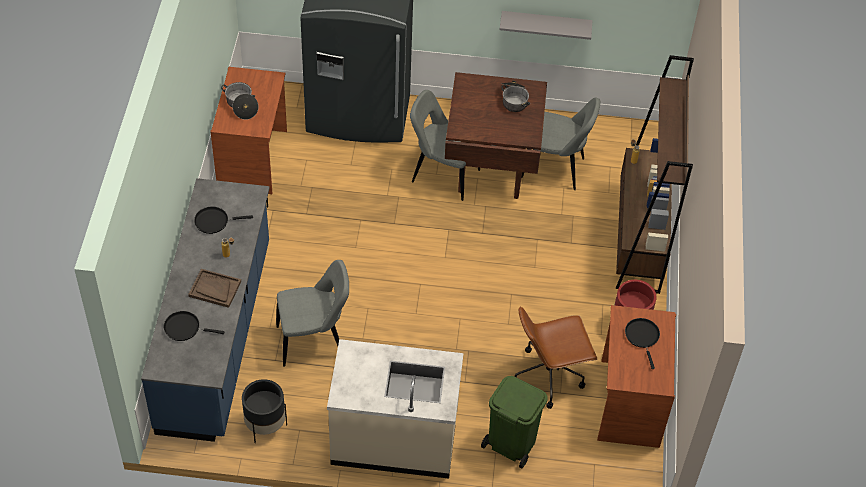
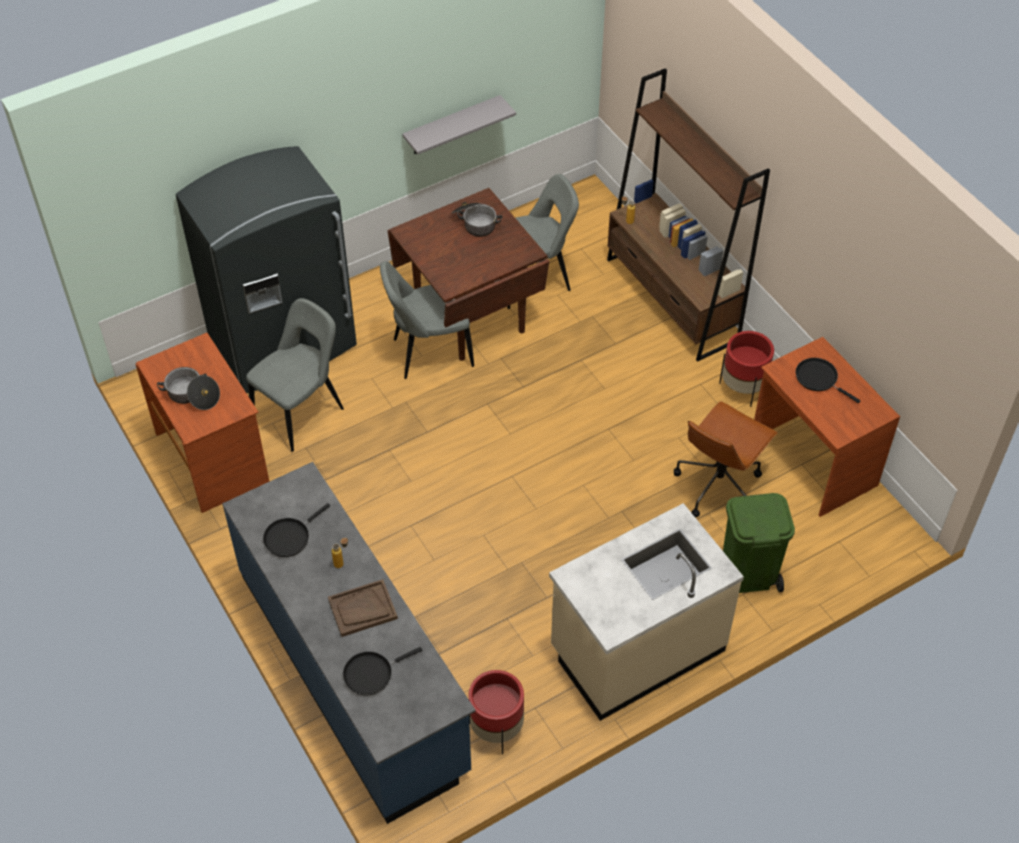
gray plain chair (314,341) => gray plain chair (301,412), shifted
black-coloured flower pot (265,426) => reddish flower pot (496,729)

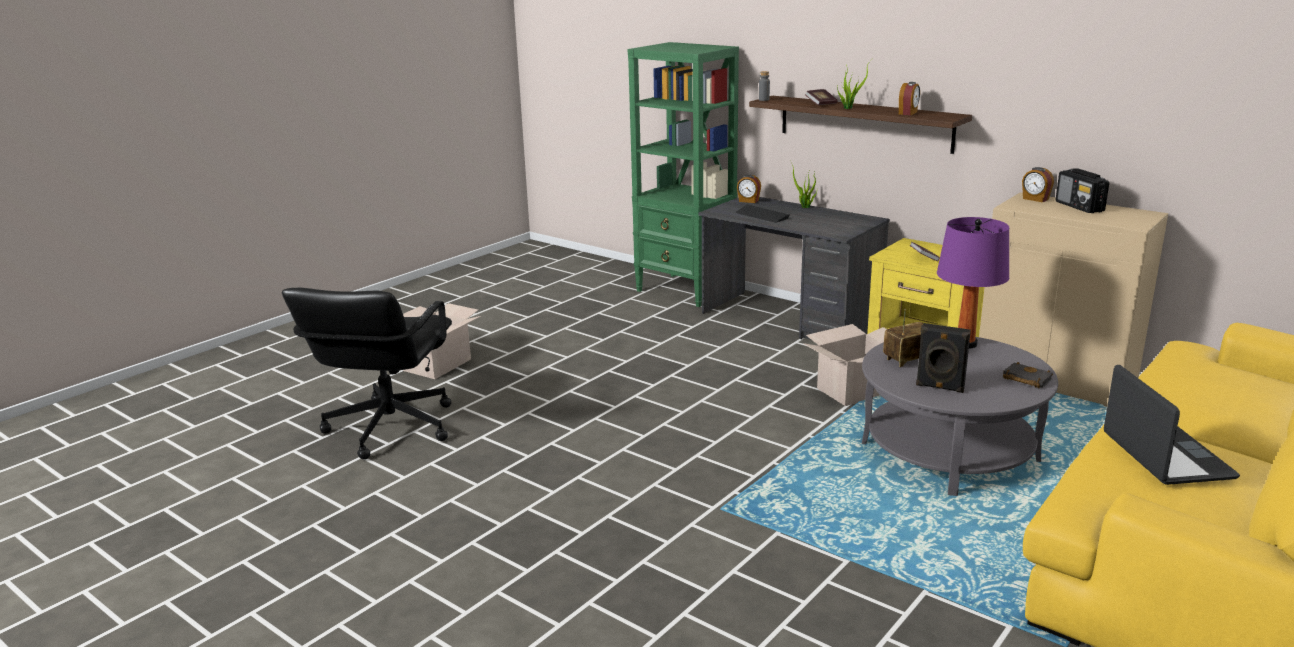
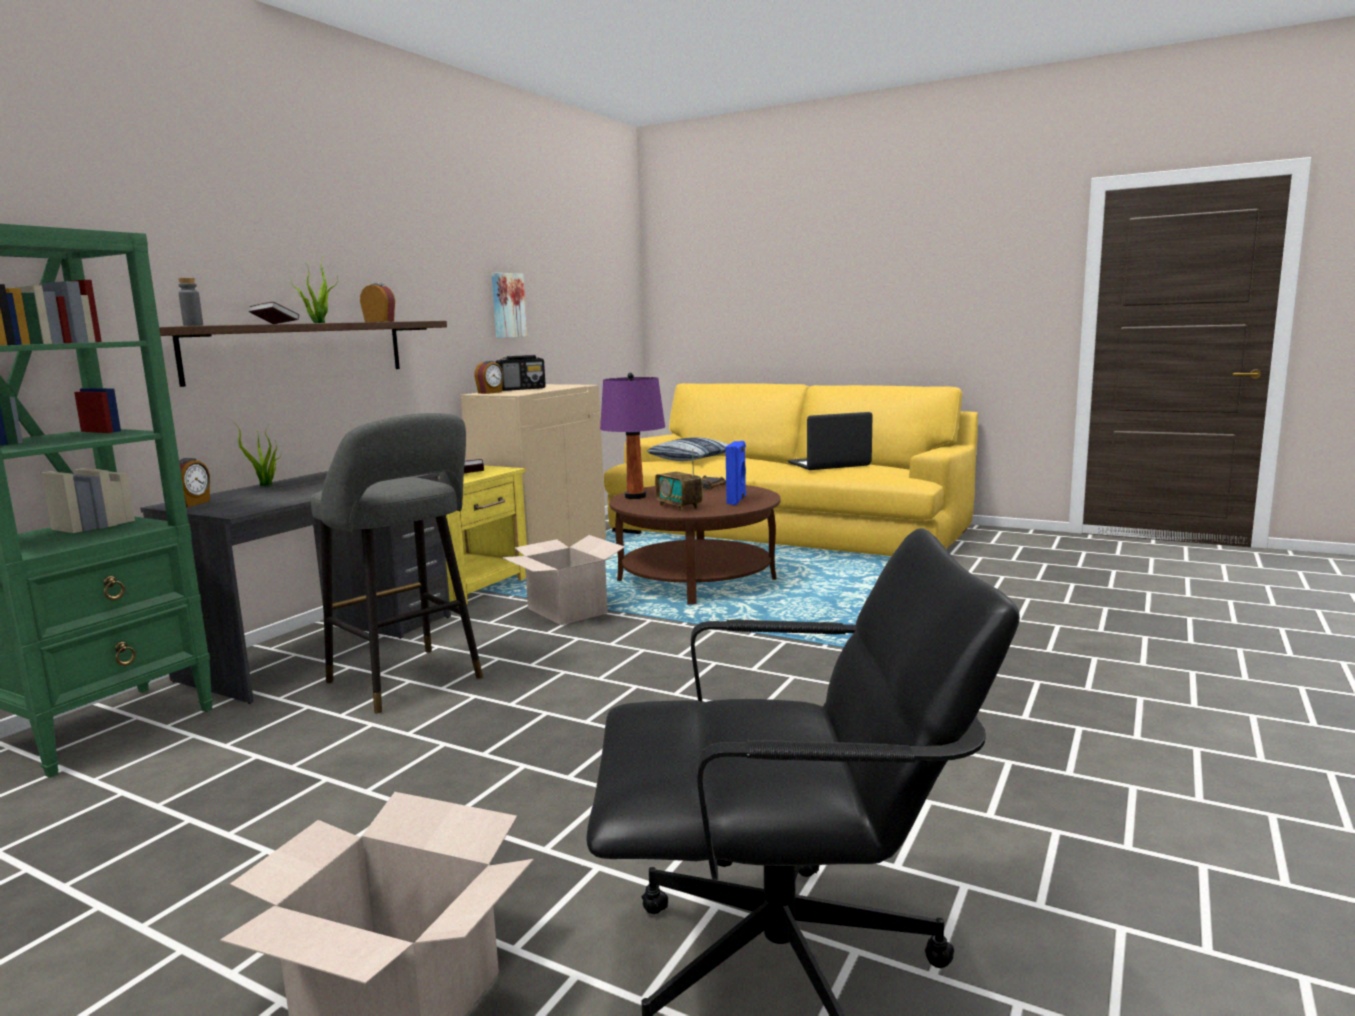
nothing => gray stool (409,682)
nothing => picture (507,305)
gray low table (949,452) => brown low table (697,580)
nothing => pillow (693,459)
black-coloured speaker (939,387) => bluish speaker (737,500)
PC keyboard (762,215) => nothing

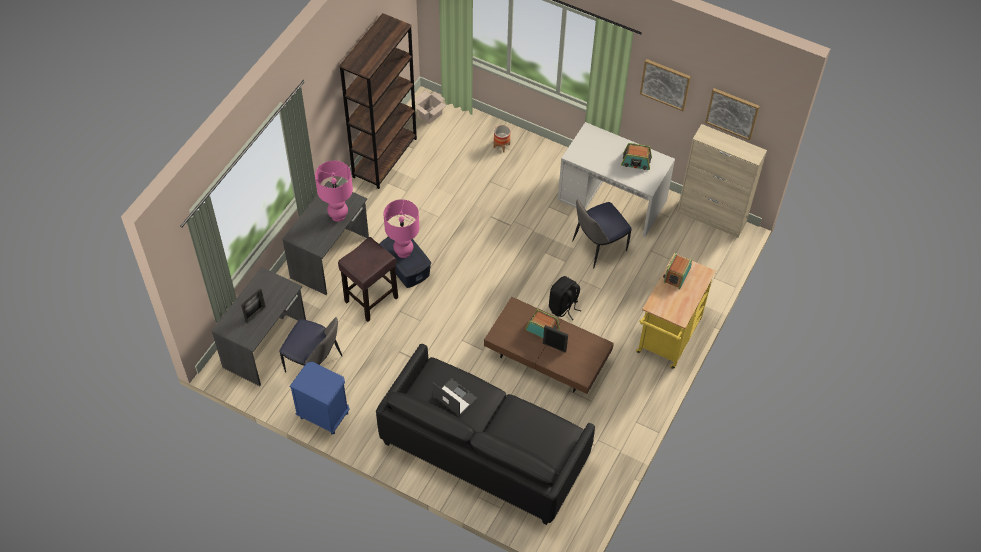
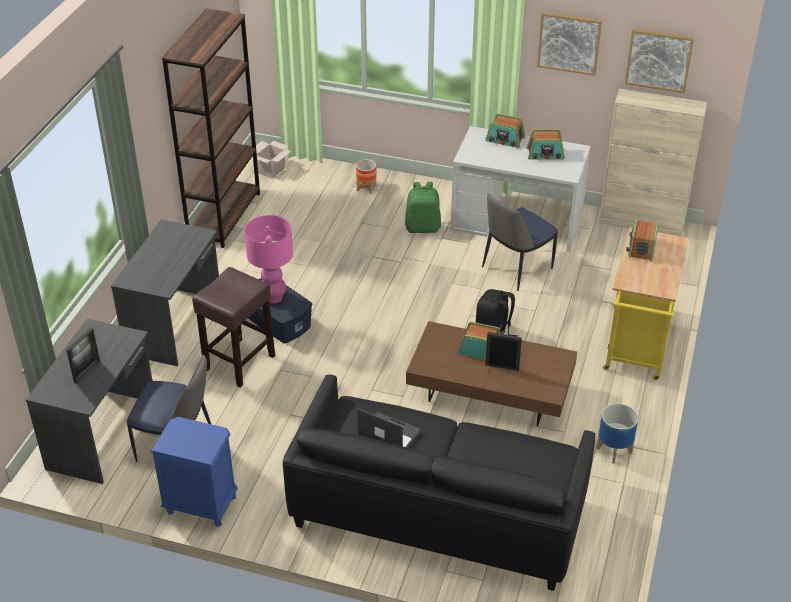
nothing => green backpack (423,227)
nothing => radio set (505,140)
nothing => flower pot (614,450)
pink-coloured lamp for a table (338,215) => nothing

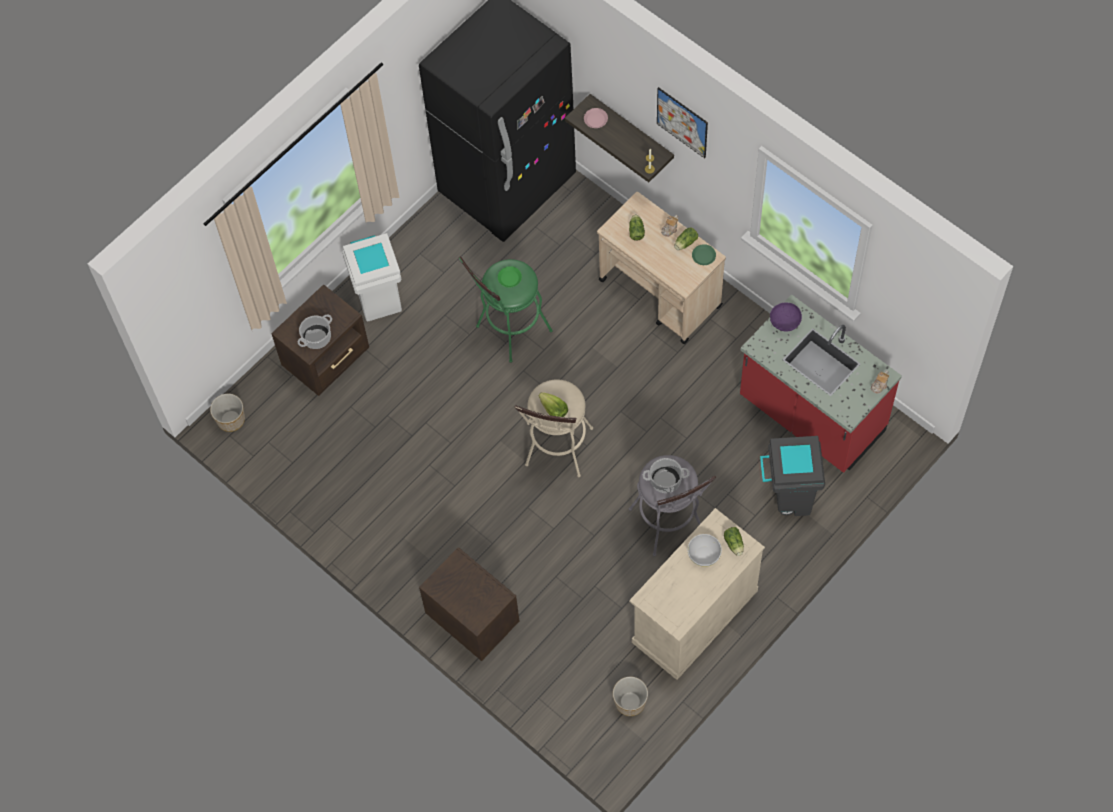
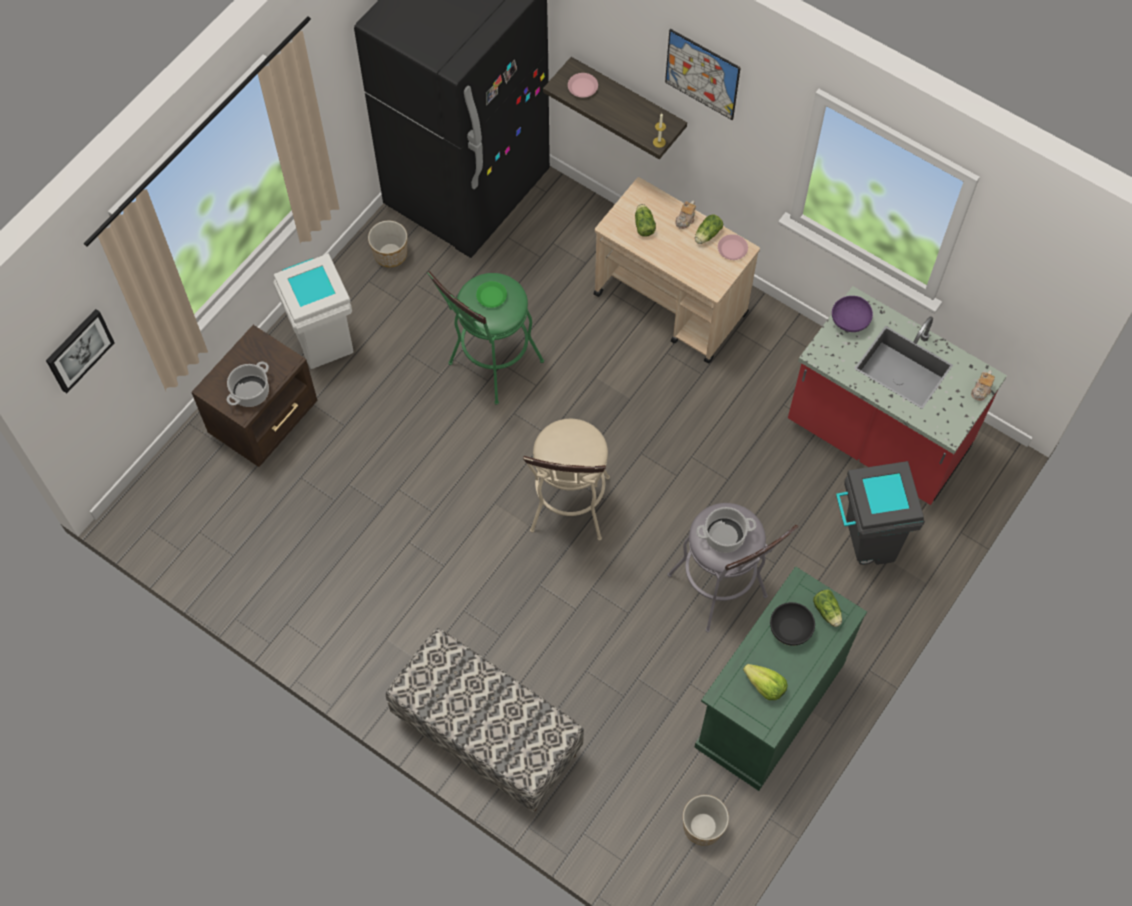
nothing => picture (78,350)
flower pot (231,419) => flower pot (390,253), shifted
brown bedside table (472,618) => long seat (486,735)
beige cupboard (694,616) => green cupboard (769,705)
green plate (704,256) => pink-coloured plate (732,249)
head of lettuce (553,410) => head of lettuce (765,686), shifted
white-coloured serving bowl (704,554) => black-coloured serving bowl (790,629)

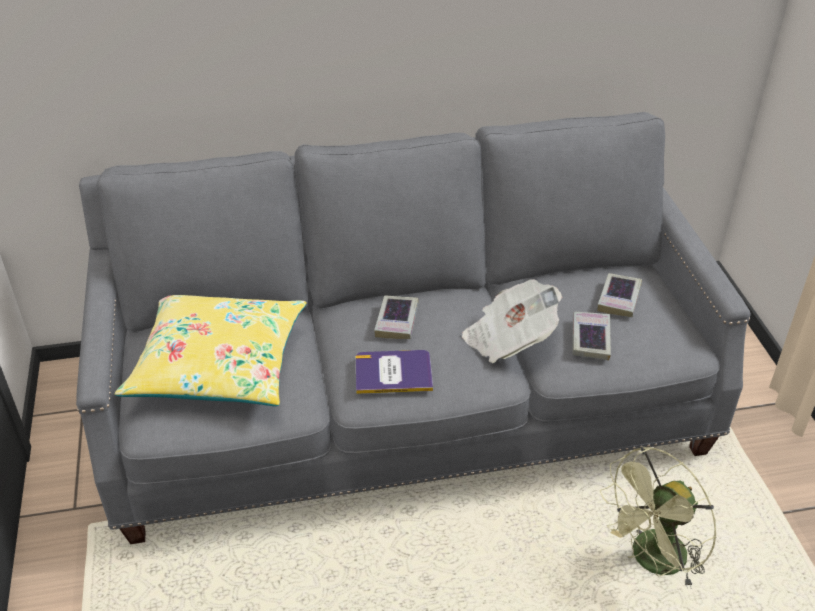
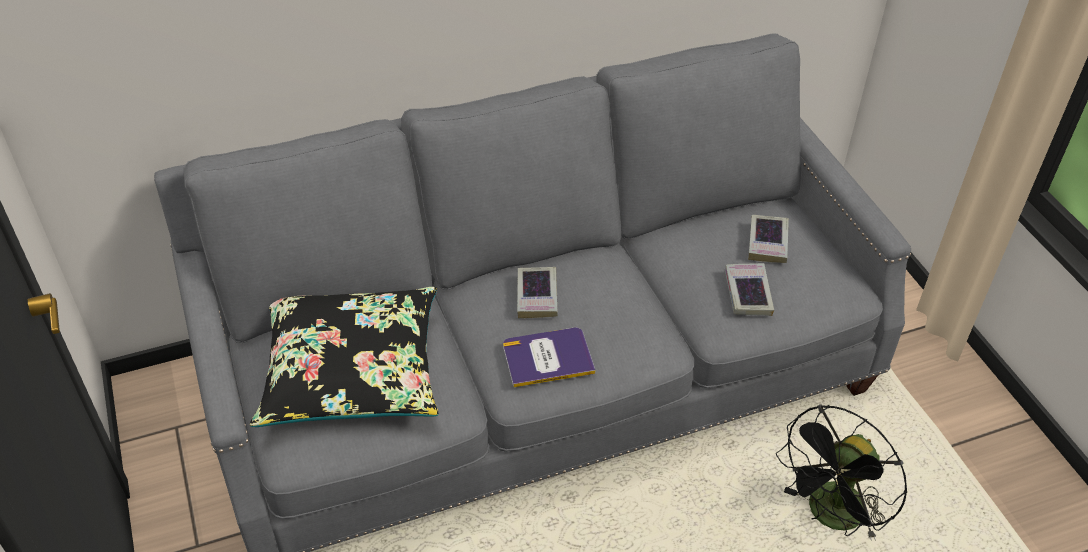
yellow-coloured pillow (218,363) => black-coloured pillow (352,370)
green cooling fan (652,561) => black-coloured cooling fan (831,517)
daily paper (509,339) => nothing

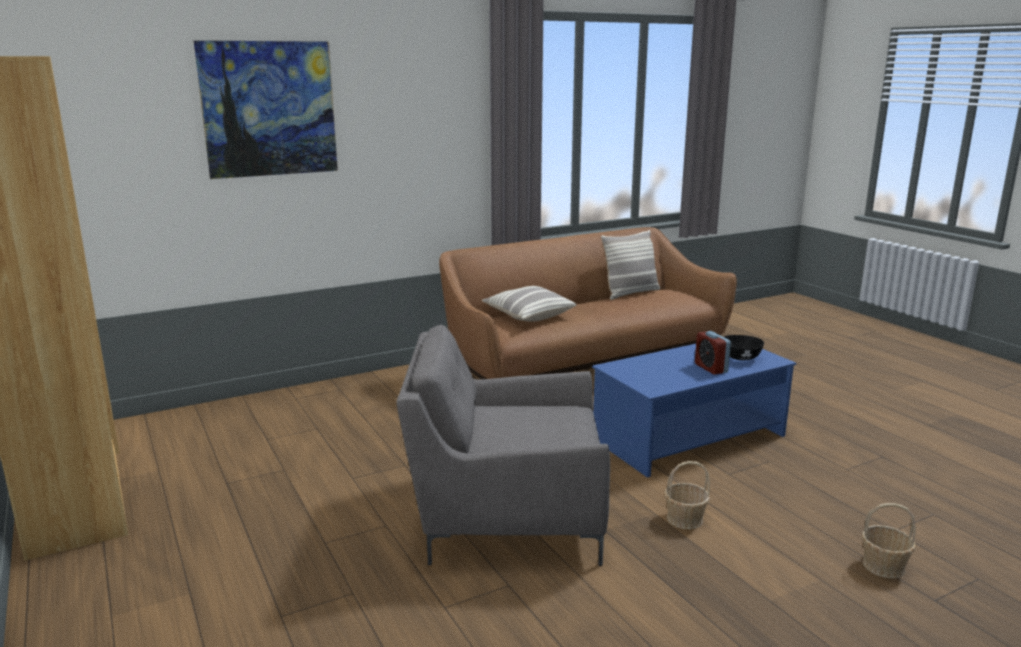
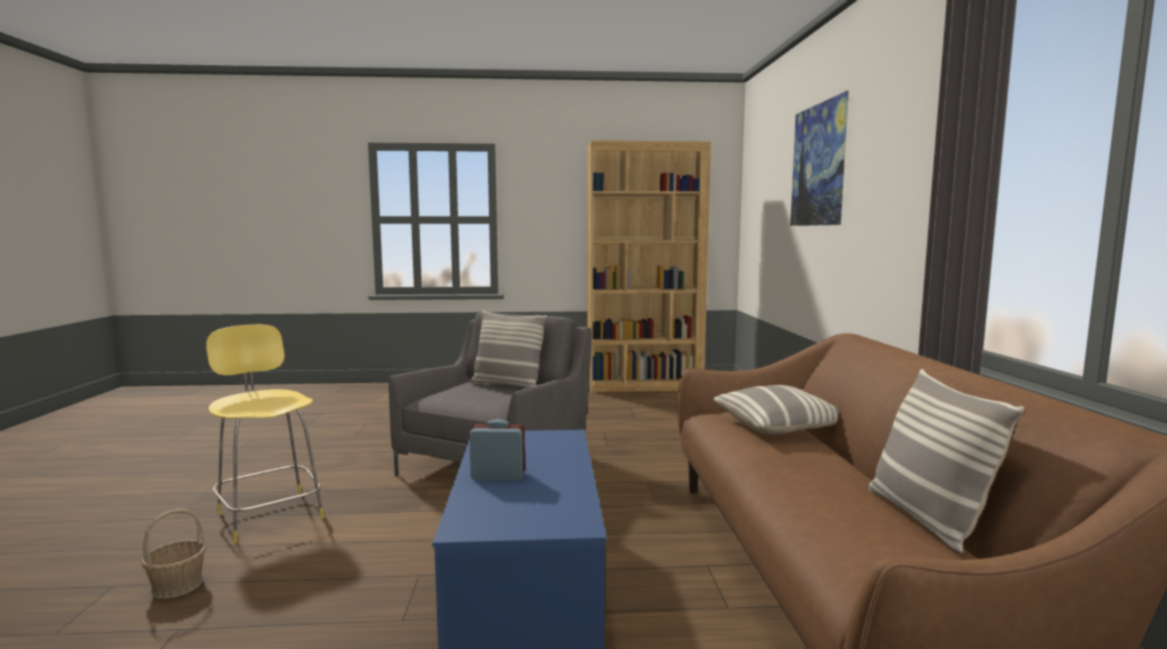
nothing => yellow-coloured stool (269,514)
nothing => pillow (507,385)
household basket (684,519) => nothing
black-coloured serving bowl (740,358) => nothing

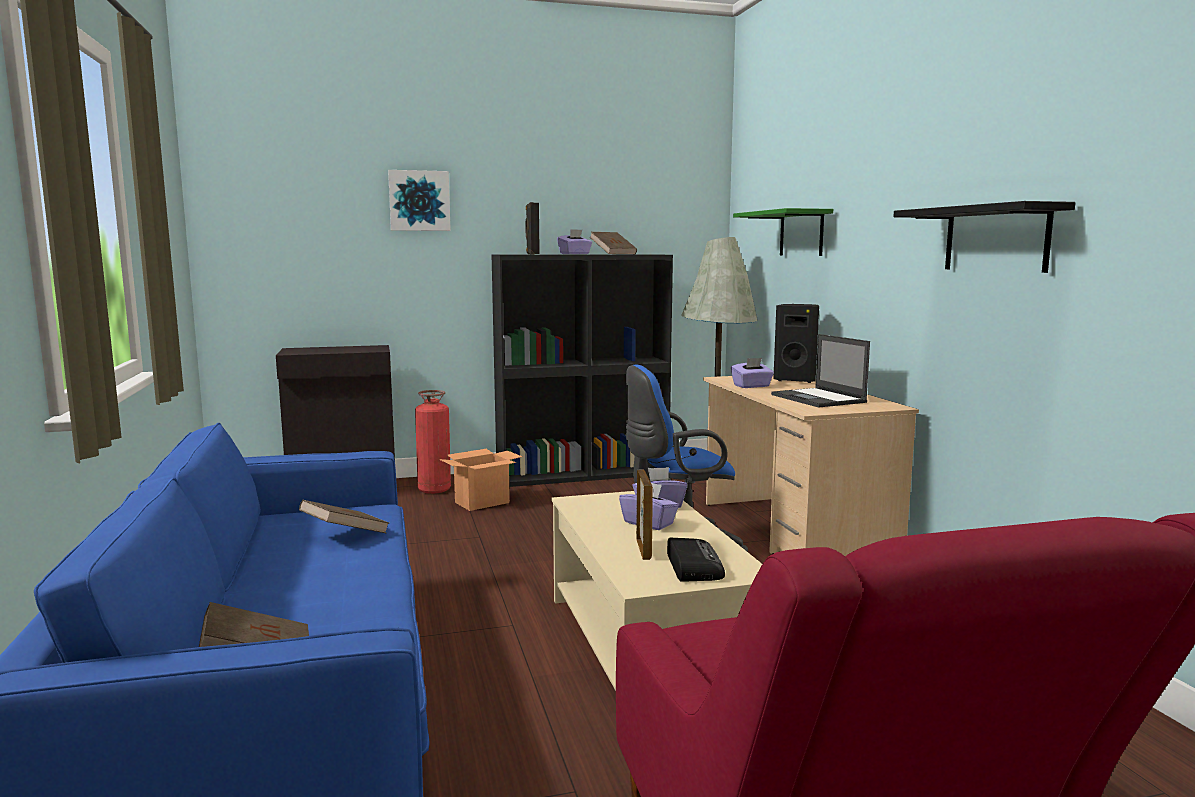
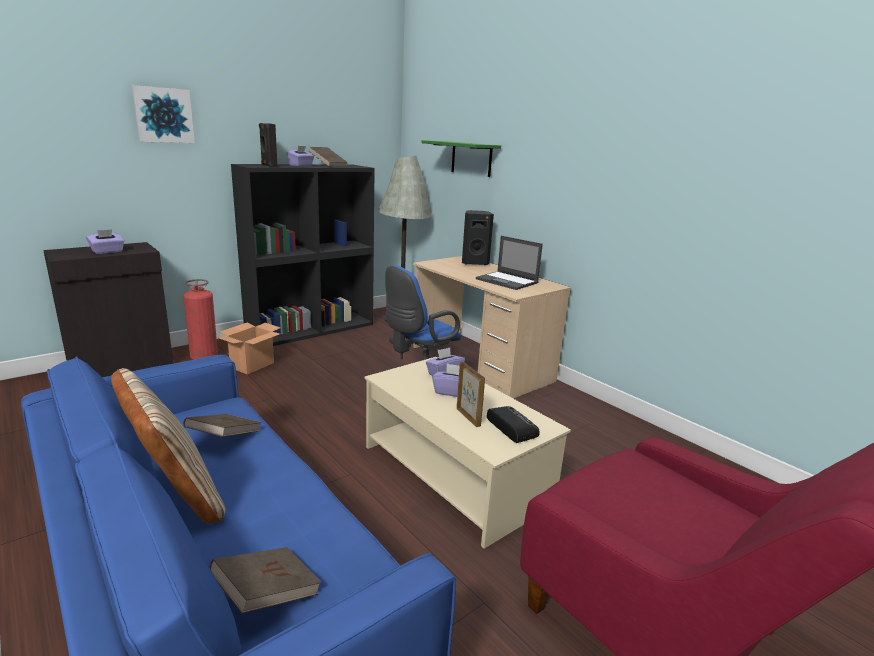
purplish tissue holder (751,386) => purplish tissue holder (107,251), shifted
nothing => beige pillow (176,498)
black-coloured bracket shelf (995,239) => nothing

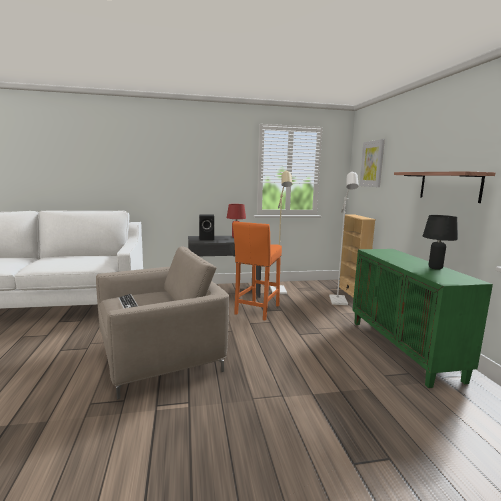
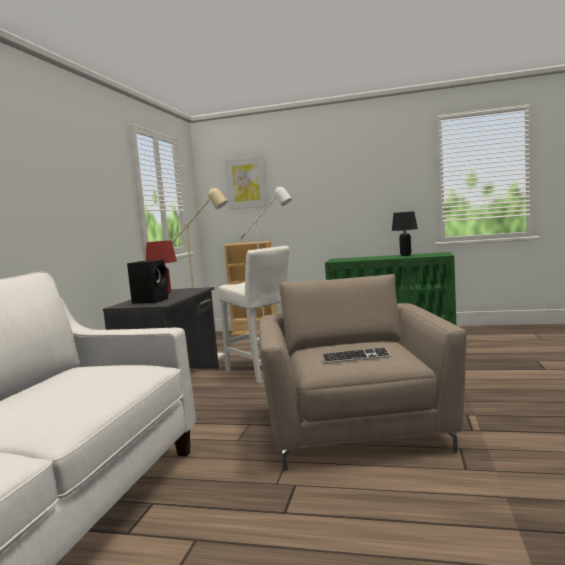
orange stool (256,311) => white-coloured stool (261,372)
bracket shelf (449,186) => nothing

